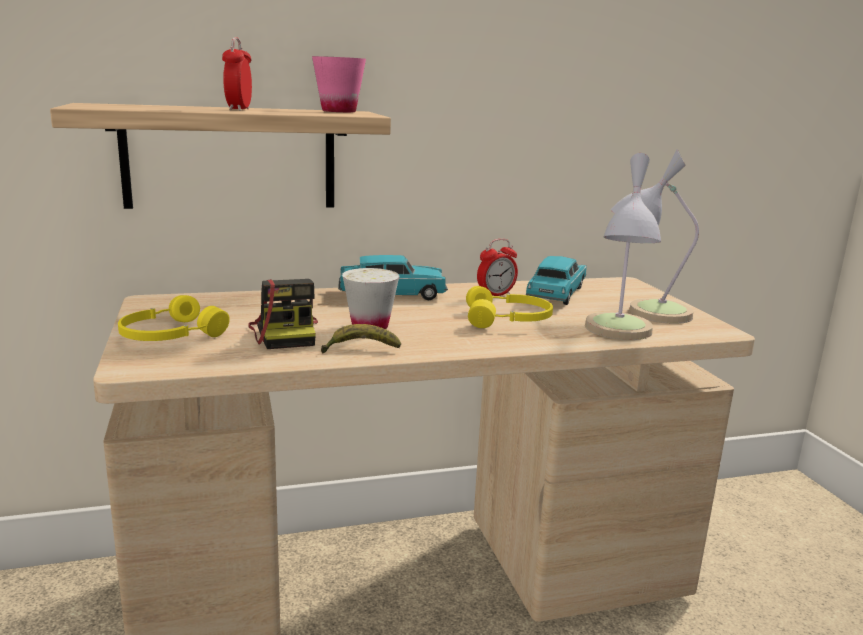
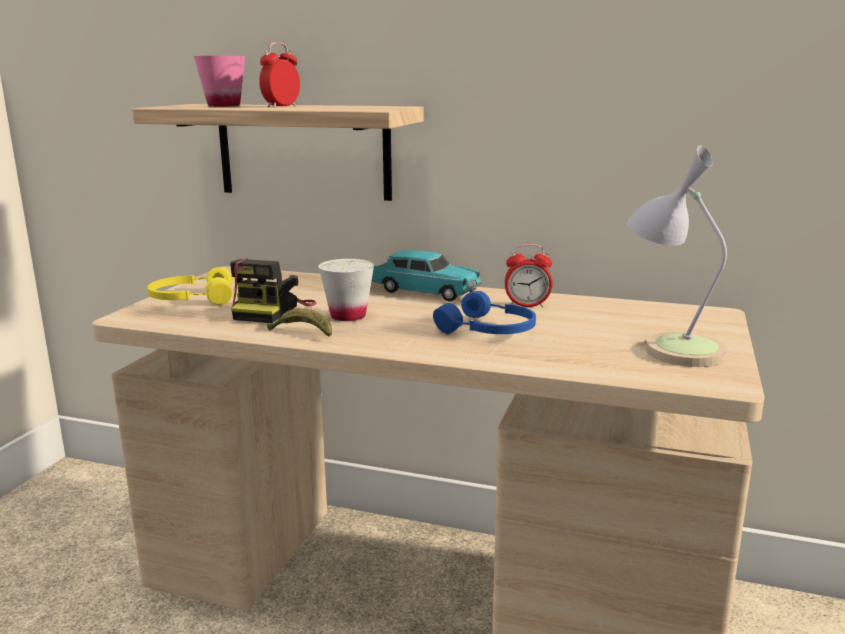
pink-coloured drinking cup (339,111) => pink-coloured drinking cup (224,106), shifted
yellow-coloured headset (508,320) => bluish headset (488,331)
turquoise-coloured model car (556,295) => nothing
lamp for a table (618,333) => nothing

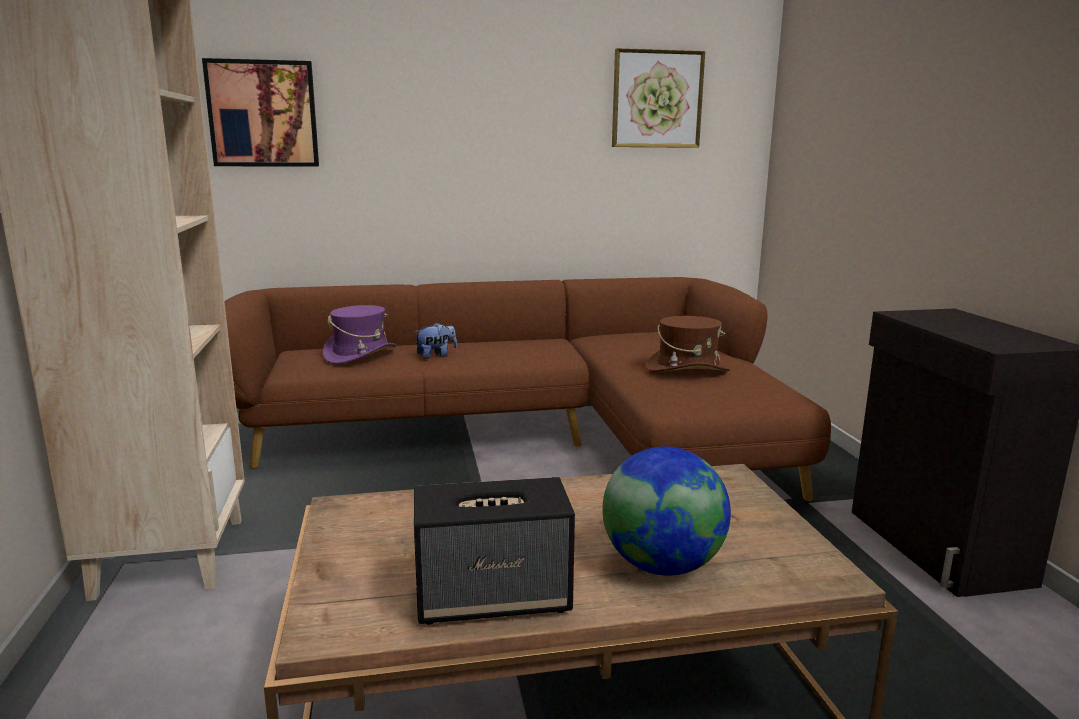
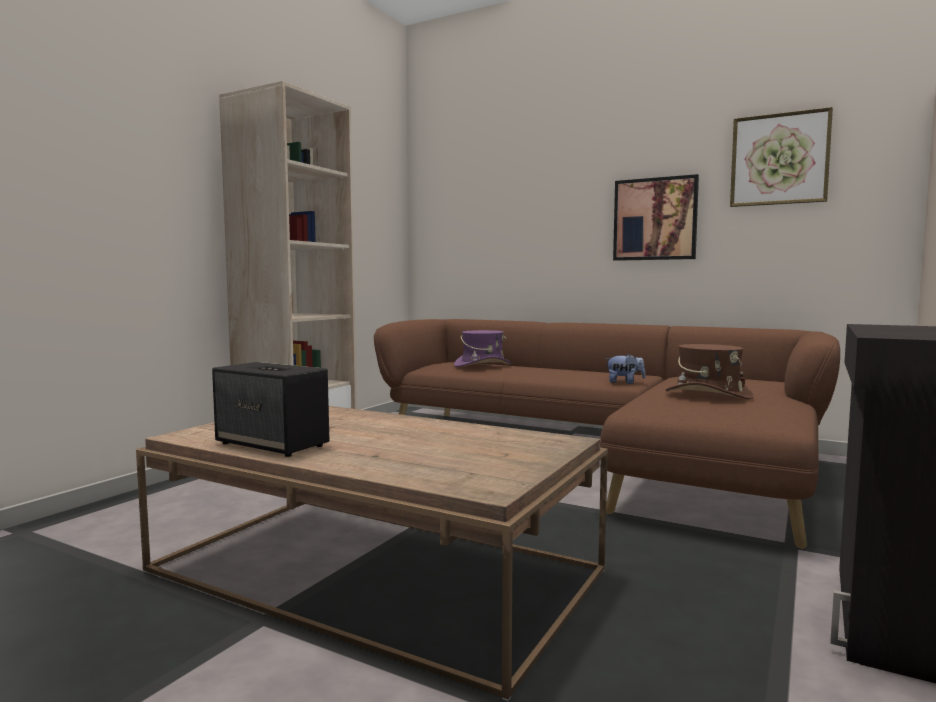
cuddly toy (436,355) => cuddly toy (624,382), shifted
picture (263,114) => picture (655,219), shifted
desk globe (662,565) => nothing

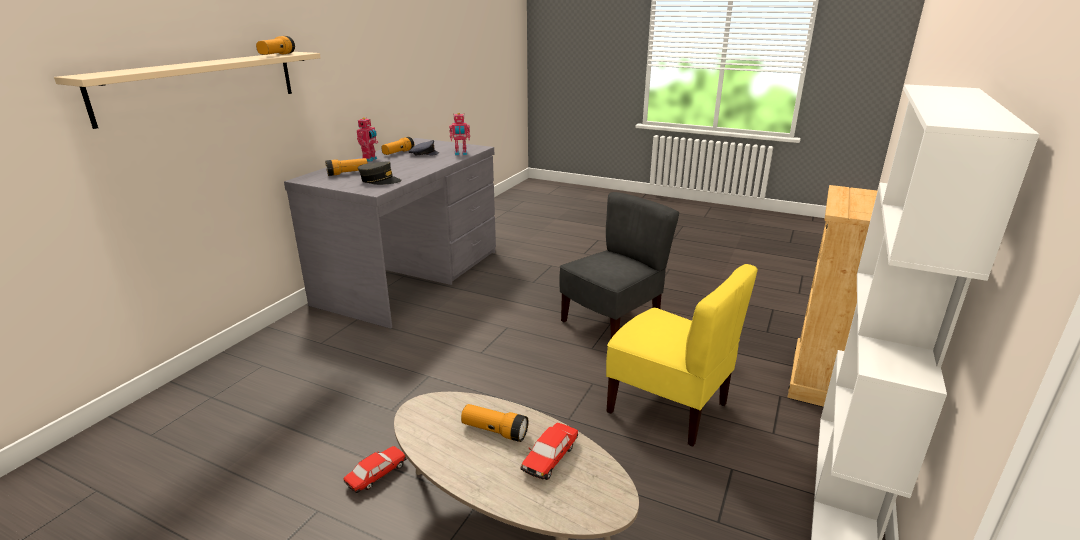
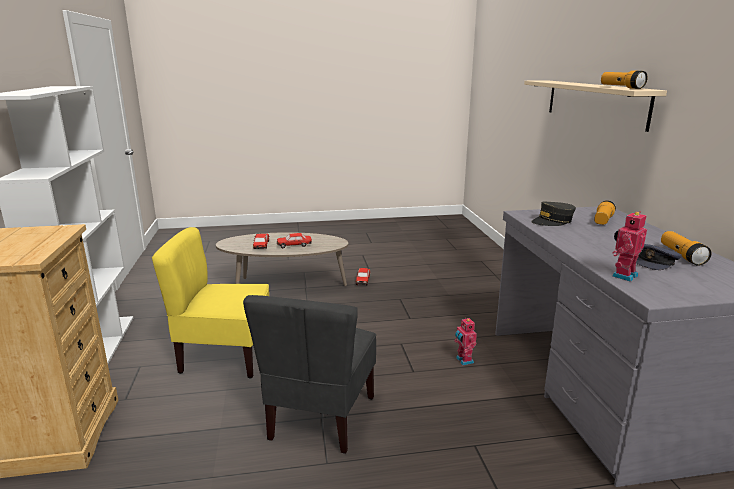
flashlight (494,431) => model car (294,245)
toy robot (370,160) => toy robot (463,360), shifted

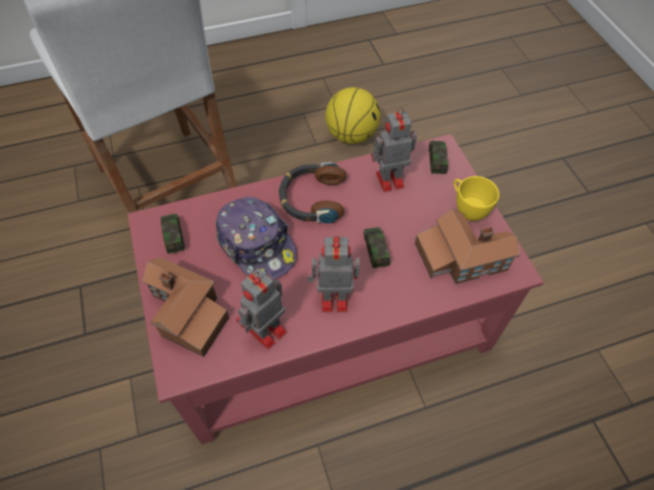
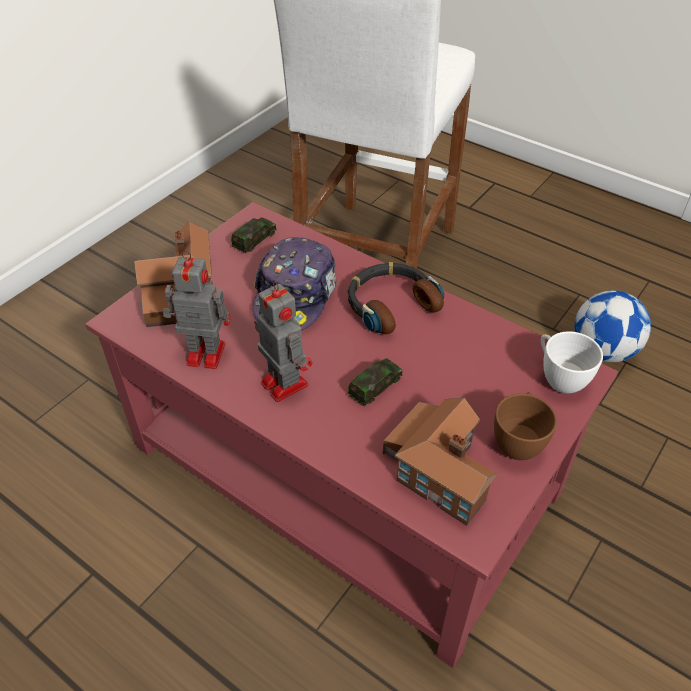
yellow-coloured drinking cup (467,209) => brown drinking cup (518,441)
model car (437,160) => white-coloured drinking cup (559,377)
basketball (351,135) => football (603,350)
toy robot (388,180) => nothing

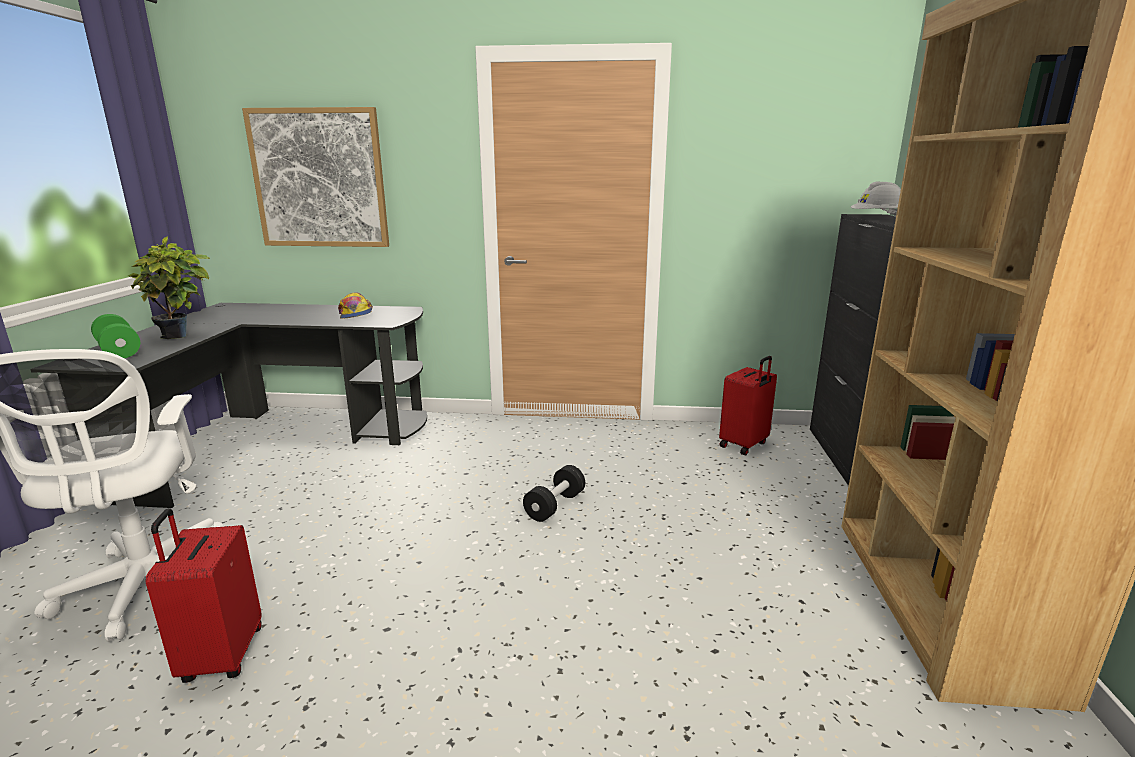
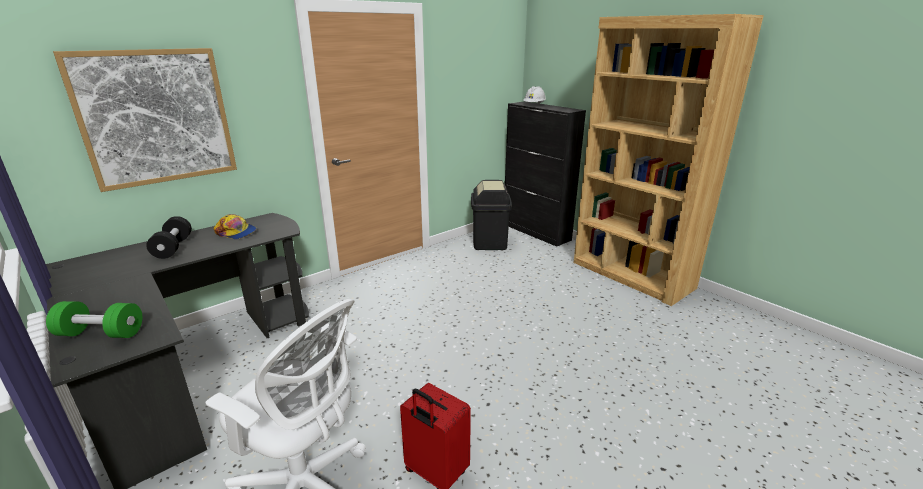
black-coloured dumbbell (555,506) => black-coloured dumbbell (173,247), shifted
reddish travel case (744,445) => black-coloured waste bin (490,242)
houseplant (181,337) => nothing

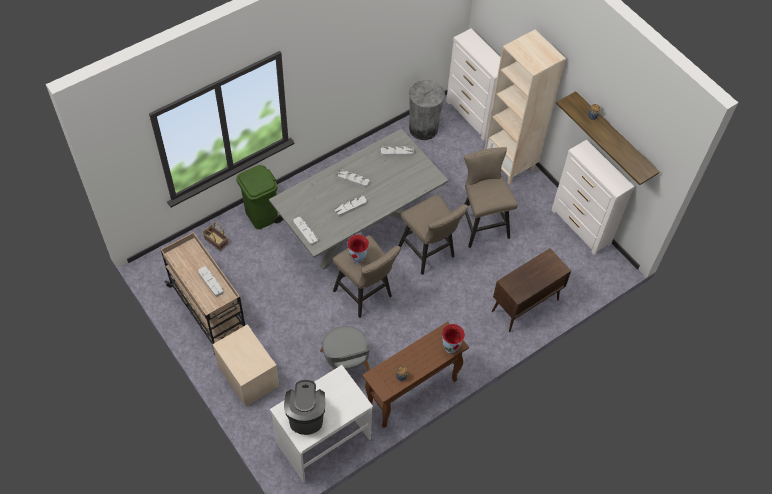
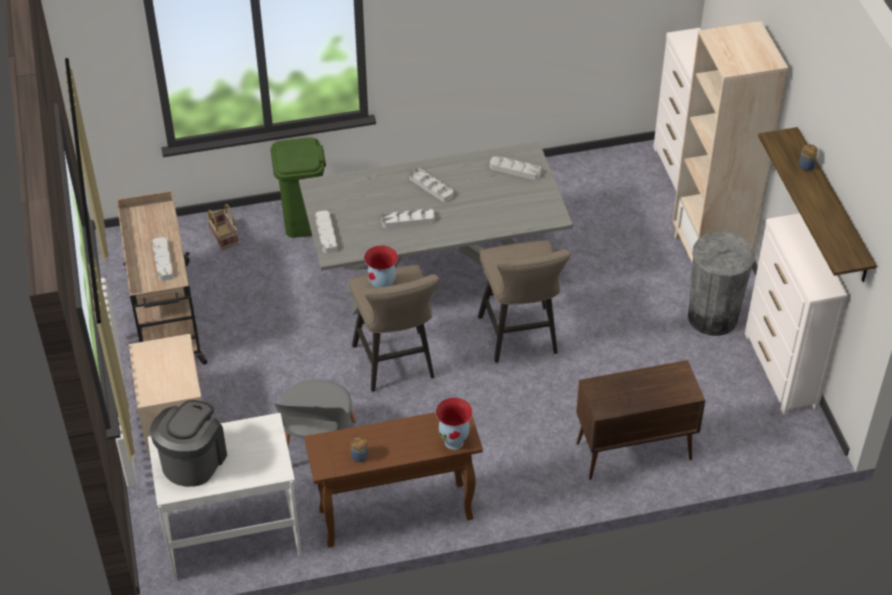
gray waste bin (423,128) => gray waste bin (712,317), shifted
beige stool (481,224) => nothing

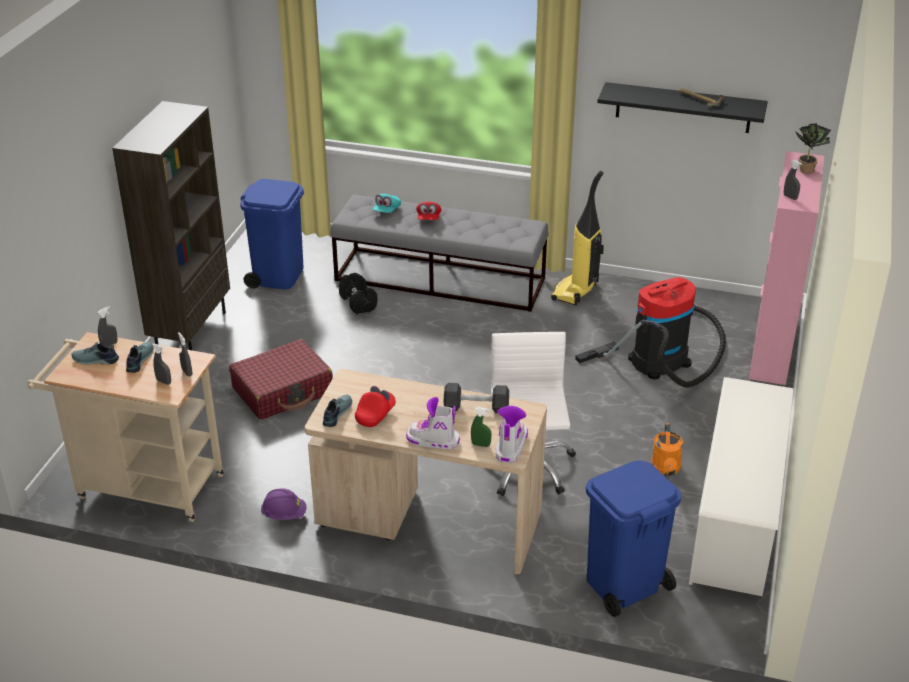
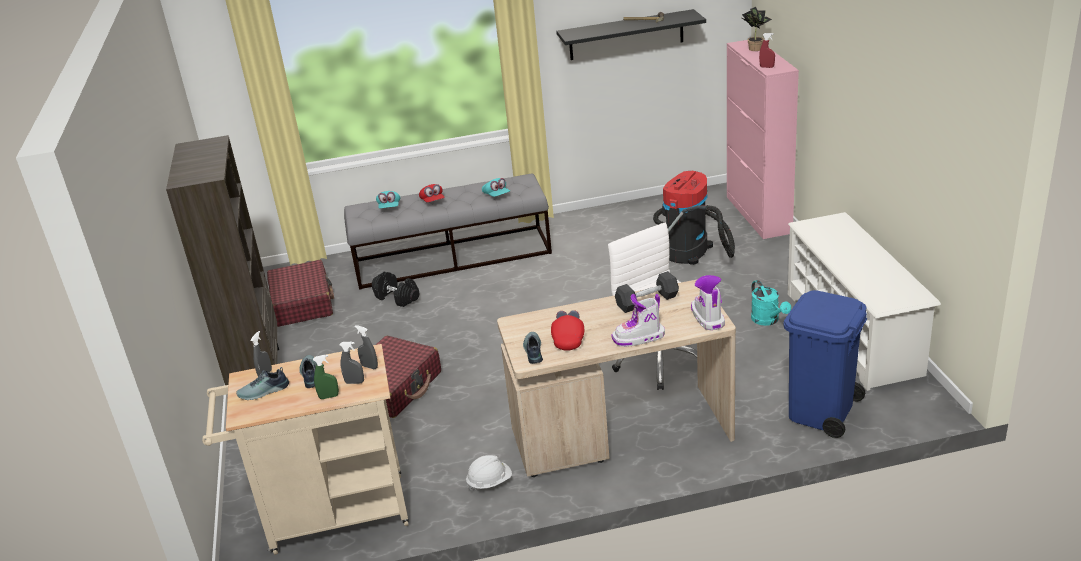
bluish waste bin (278,276) => reddish travel case (302,303)
green sprayer (480,444) => green sprayer (329,396), shifted
purplish safety helmet (284,514) => white-coloured safety helmet (489,482)
nothing => turquoise-coloured cap (496,195)
orange watering pot (666,469) => turquoise-coloured watering pot (768,320)
gray sprayer (790,197) => reddish sprayer (767,67)
vacuum cleaner (575,292) => nothing

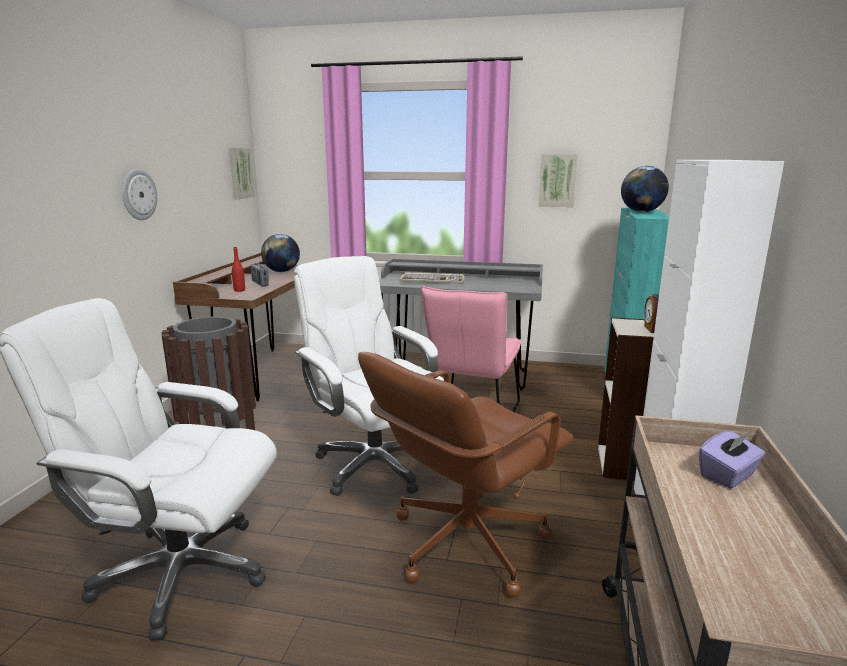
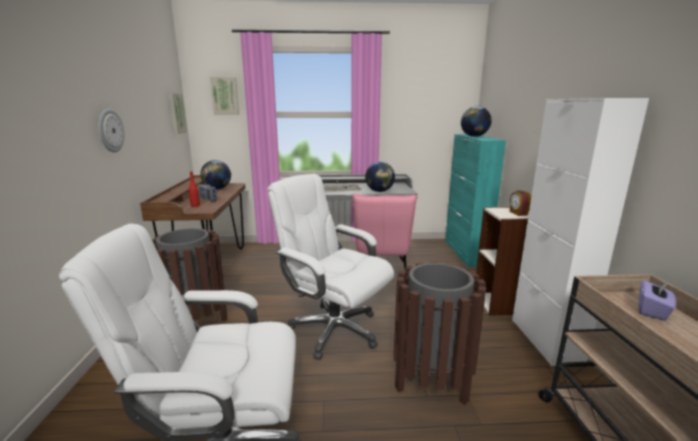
picture (557,180) => picture (225,96), shifted
nothing => desk globe (379,191)
brown office chair (465,542) => brown waste bin (431,380)

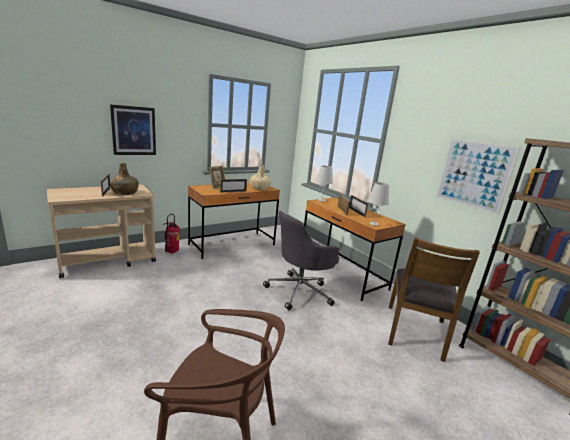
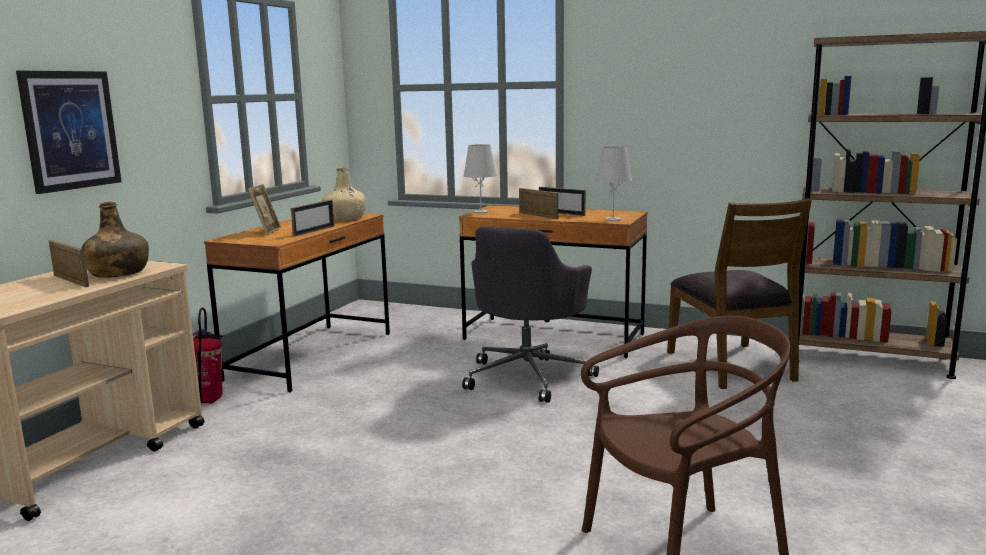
picture (474,174) => nothing

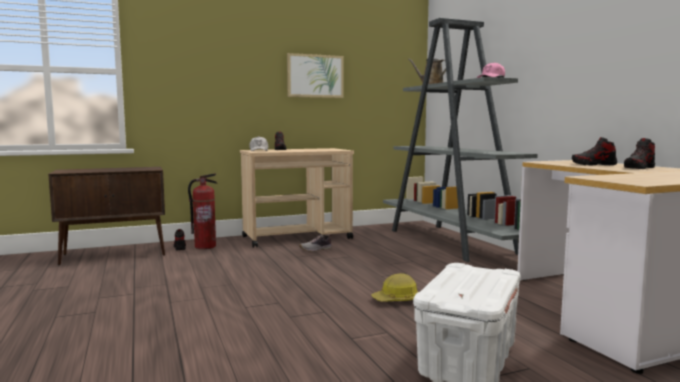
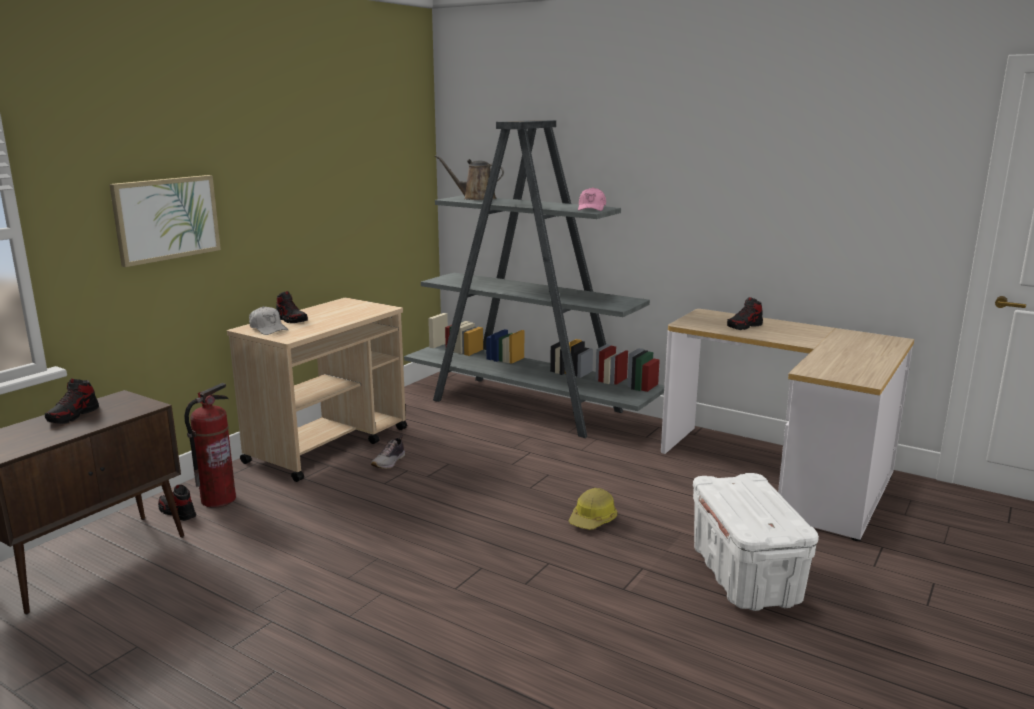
low shoe (639,168) => low shoe (73,415), shifted
picture (315,76) => picture (166,218), shifted

